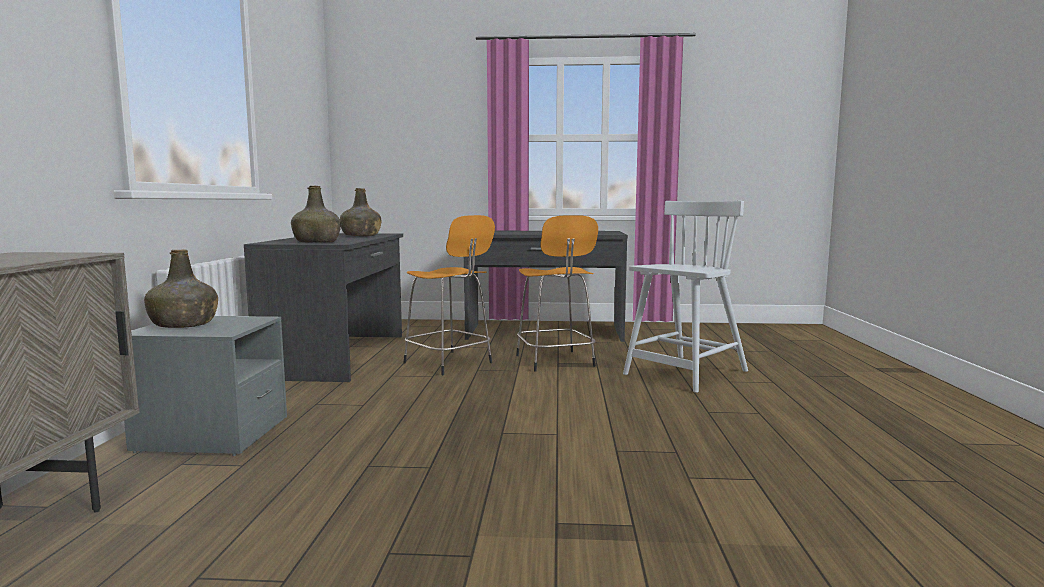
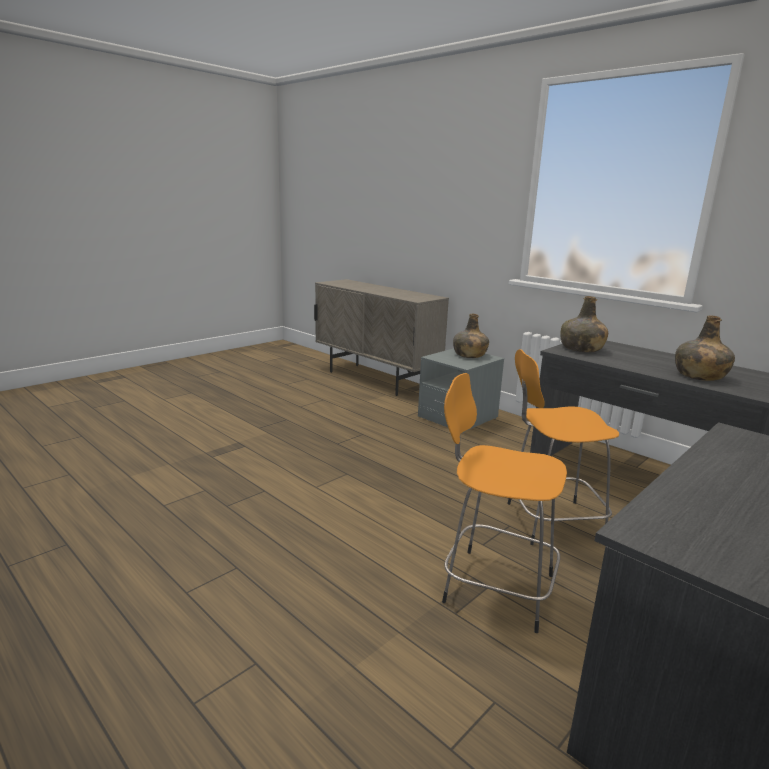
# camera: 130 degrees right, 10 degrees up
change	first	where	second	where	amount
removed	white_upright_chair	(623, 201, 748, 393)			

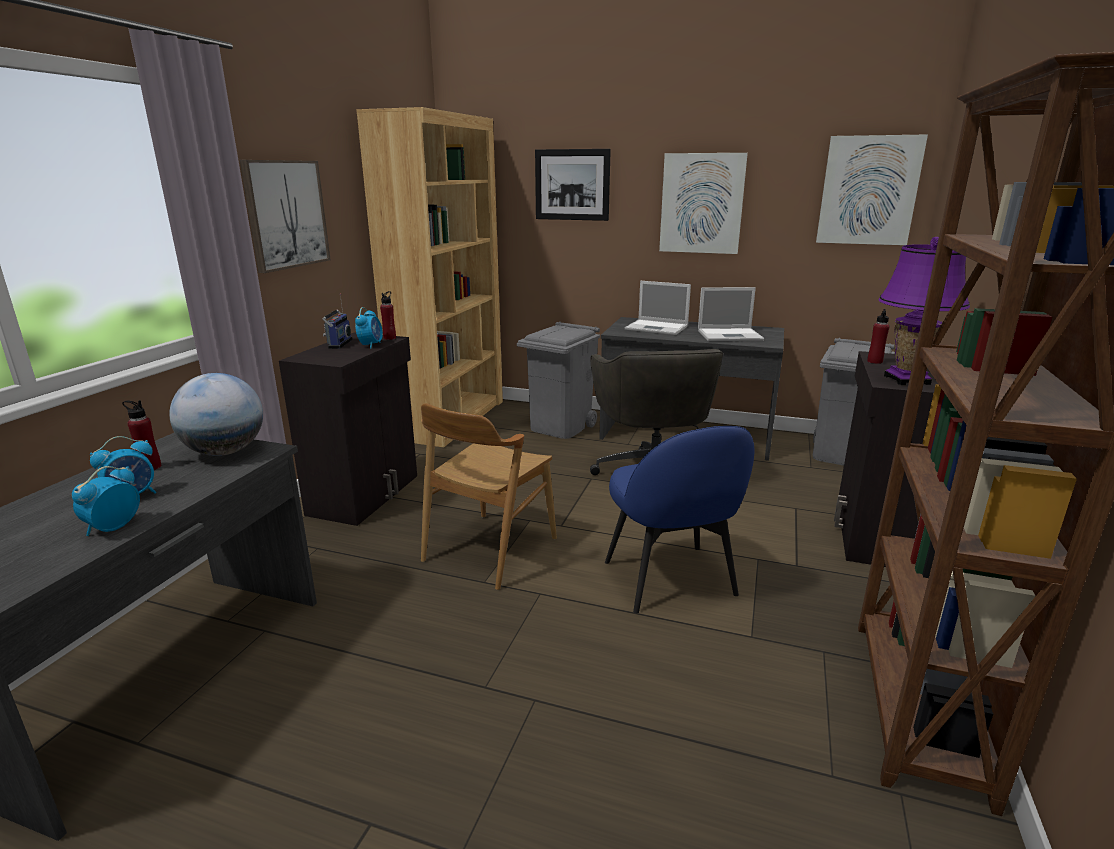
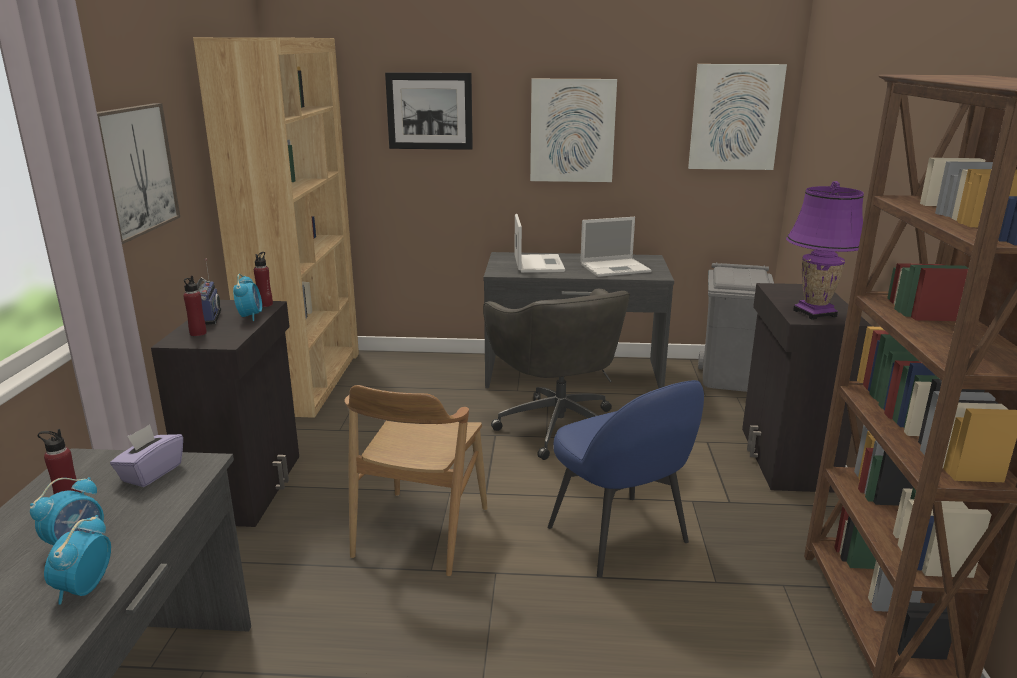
# camera: 15 degrees left, 0 degrees up
change	first	where	second	where	amount
removed	greyish_waste_bin	(517, 322, 600, 439)			
moved	reddish_drink_bottle	(867, 309, 889, 364)		(183, 276, 207, 336)	
replaced	desk_globe	(169, 373, 263, 456)	purplish_box_of_tissues	(110, 425, 183, 487)	
turned	notebook_computer	(625, 281, 691, 335)		(515, 214, 565, 273)	105 degrees counterclockwise

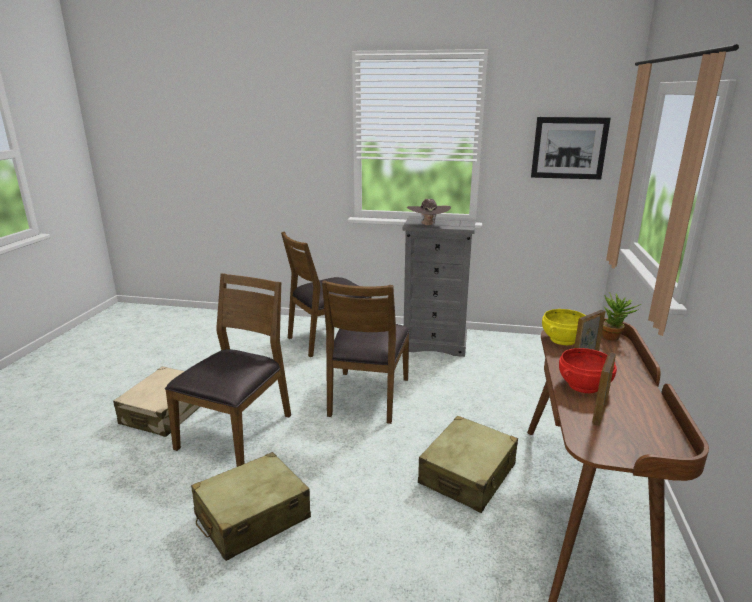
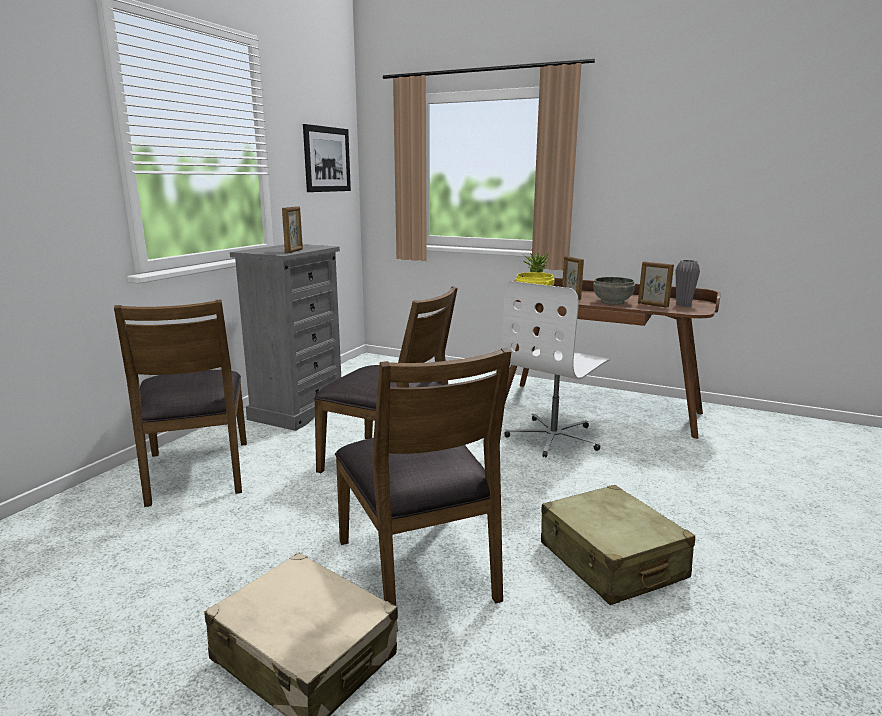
# camera: 75 degrees left, 5 degrees down
change	first	where	second	where	amount
added			greyish_decorative_vase	(676, 260, 700, 307)	
replaced	brownish_hat	(406, 199, 451, 227)	picture_frame	(282, 206, 303, 253)	
replaced	sand-coloured_travel_case	(418, 416, 518, 513)	white_office_chair	(501, 281, 610, 458)	
recoloured	reddish_serving_bowl	(559, 348, 617, 393)	greyish_serving_bowl	(593, 277, 635, 305)	
turned	brownish_upright_chair	(165, 273, 291, 467)		(335, 348, 511, 632)	150 degrees counterclockwise

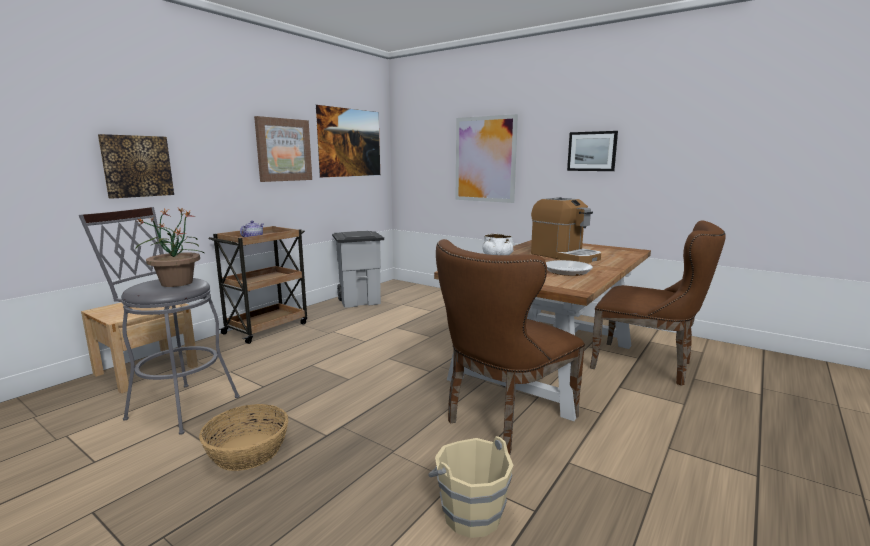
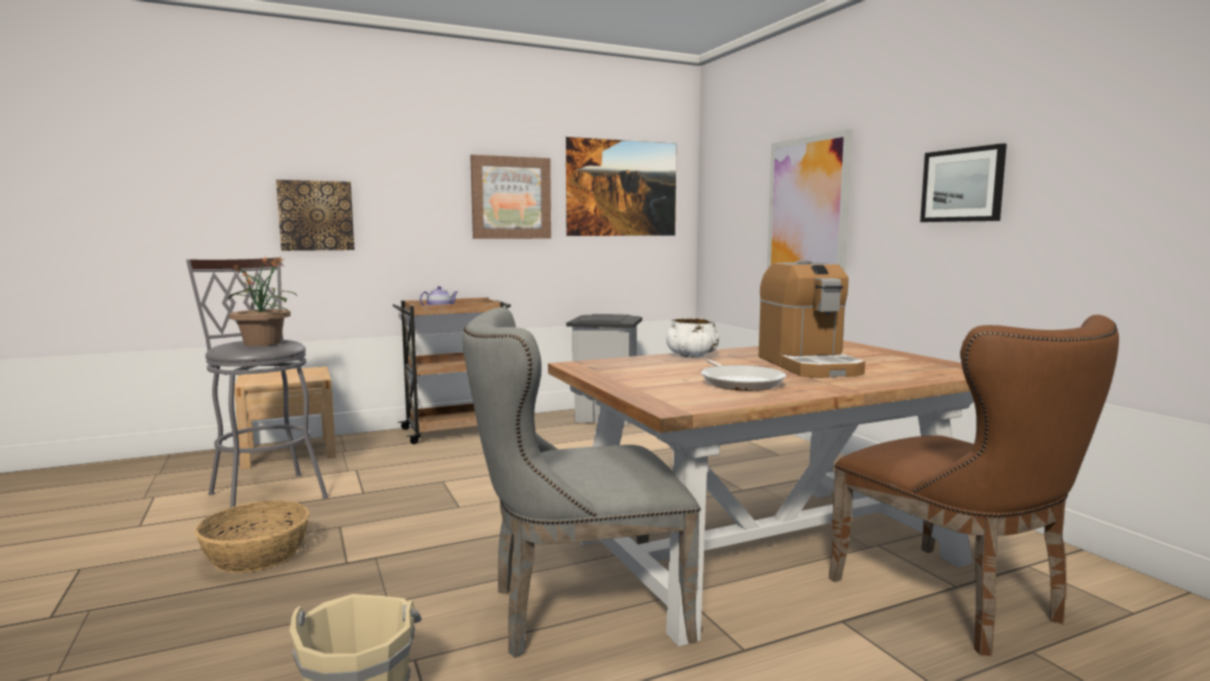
# camera: 30 degrees right, 5 degrees down
change	first	where	second	where	amount
recoloured	brownish_upright_chair	(436, 239, 585, 455)	greyish_upright_chair	(462, 307, 701, 657)	

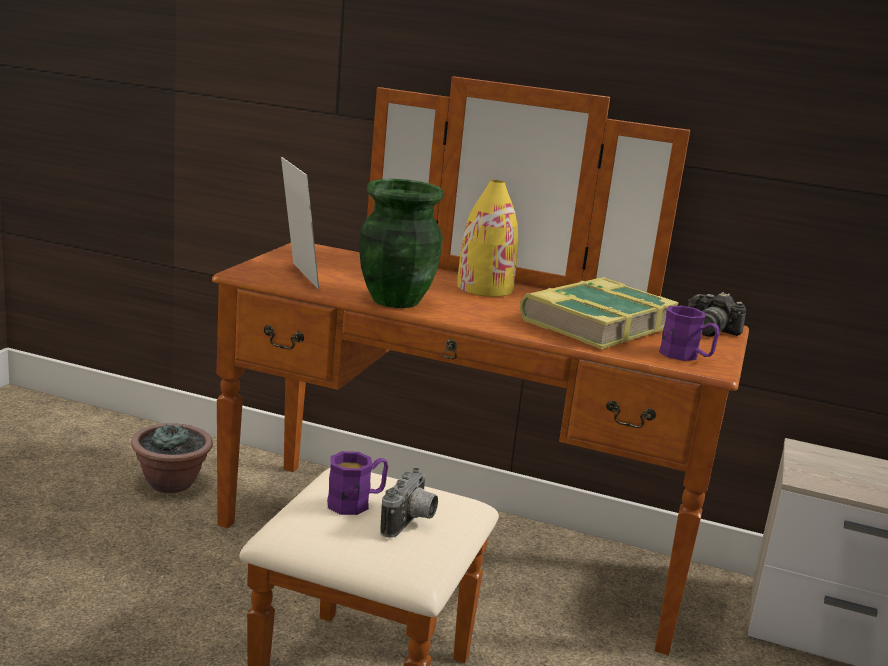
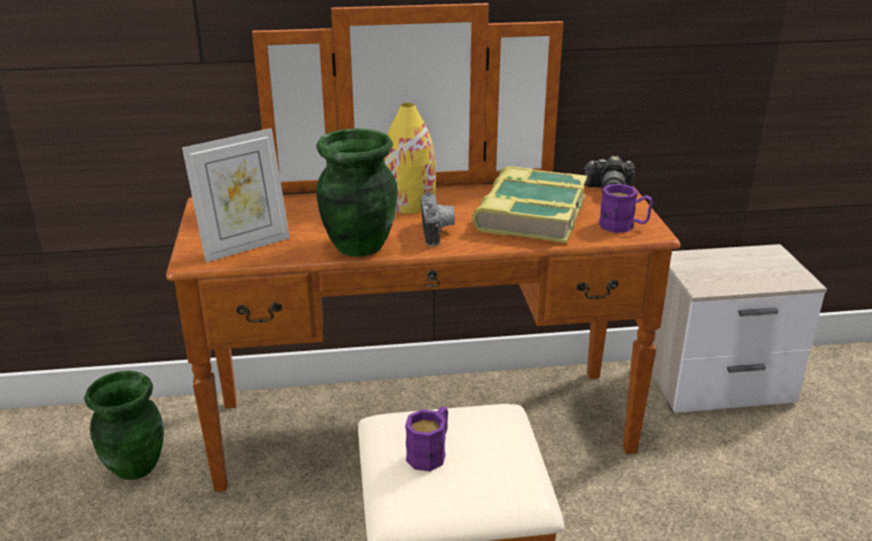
# camera: 25 degrees left, 10 degrees up
change	first	where	second	where	amount
moved	still_camera	(380, 468, 438, 538)		(421, 191, 455, 247)	
replaced	plant_in_a_pot	(131, 423, 213, 493)	green-coloured_decorative_vase	(84, 371, 164, 480)	
turned	picture_frame	(281, 157, 319, 289)		(182, 128, 290, 263)	105 degrees clockwise

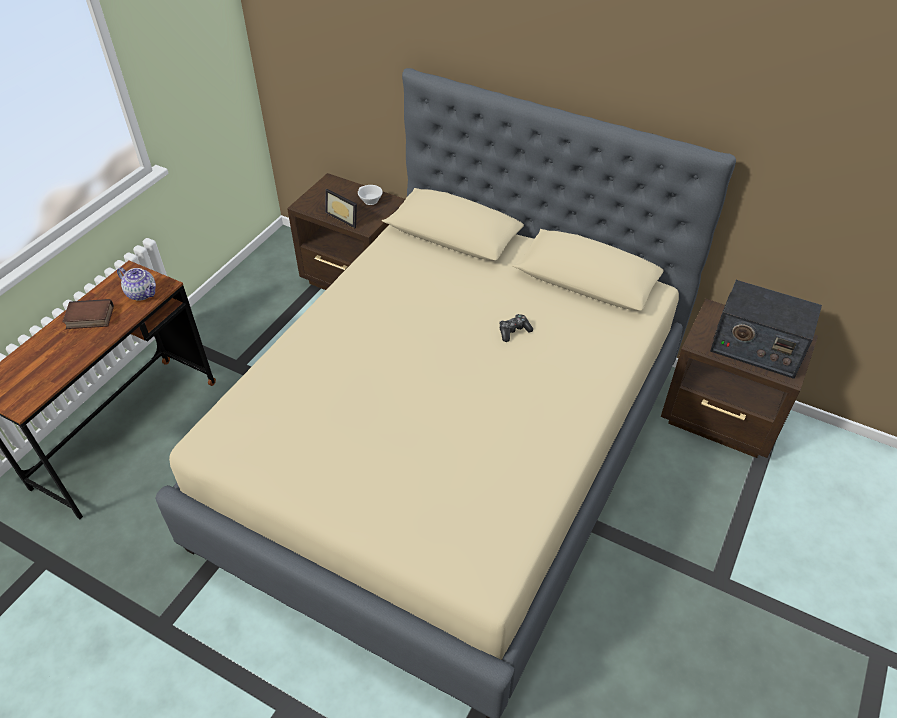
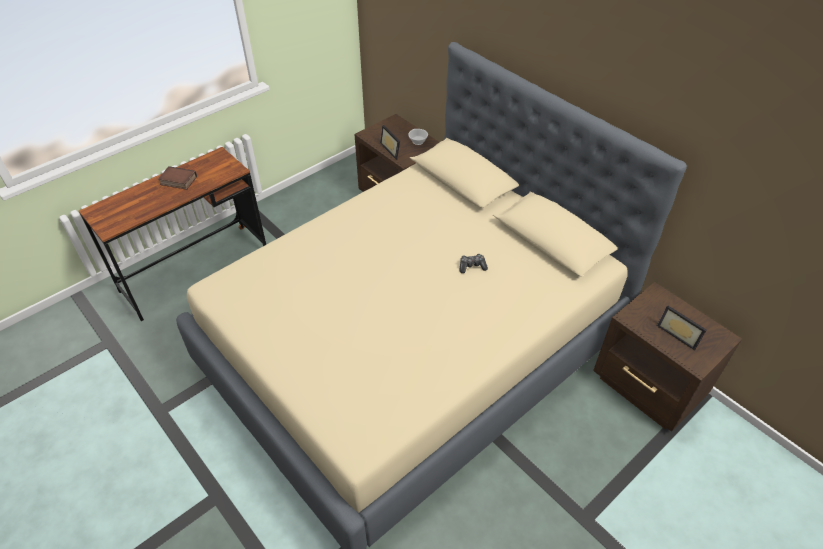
# camera: 20 degrees right, 0 degrees up
change	first	where	second	where	amount
removed	tea_pot	(117, 267, 156, 301)			
replaced	radio_set	(710, 280, 822, 379)	picture_frame	(657, 305, 707, 350)	

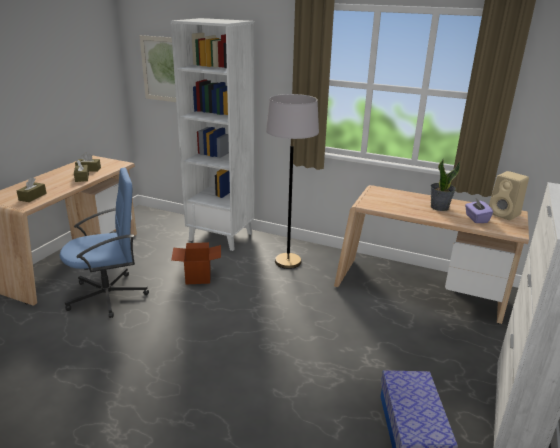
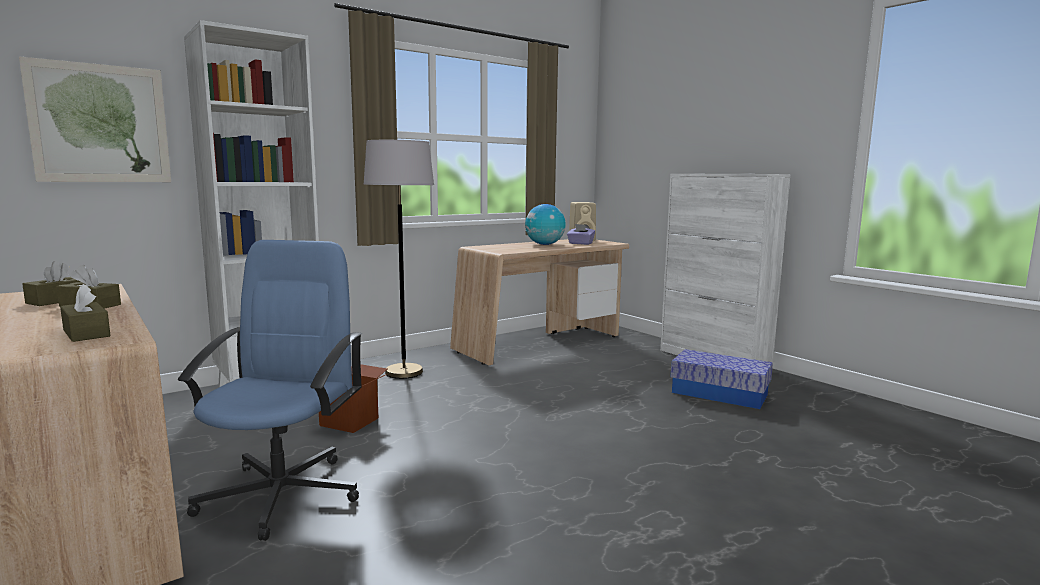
# camera: 60 degrees left, 15 degrees down
change	first	where	second	where	amount
replaced	plant_in_a_pot	(431, 160, 460, 211)	desk_globe	(525, 204, 566, 245)	

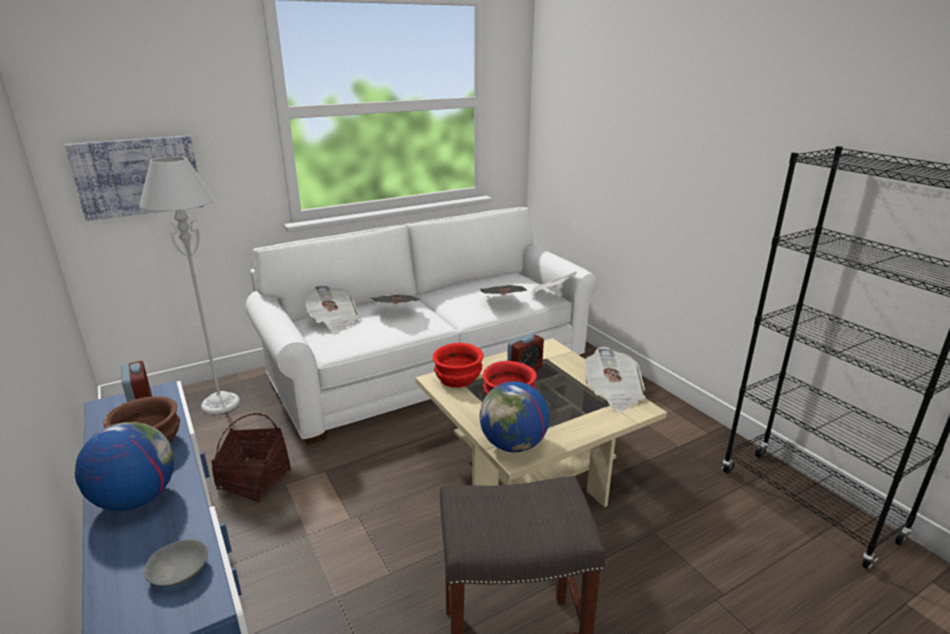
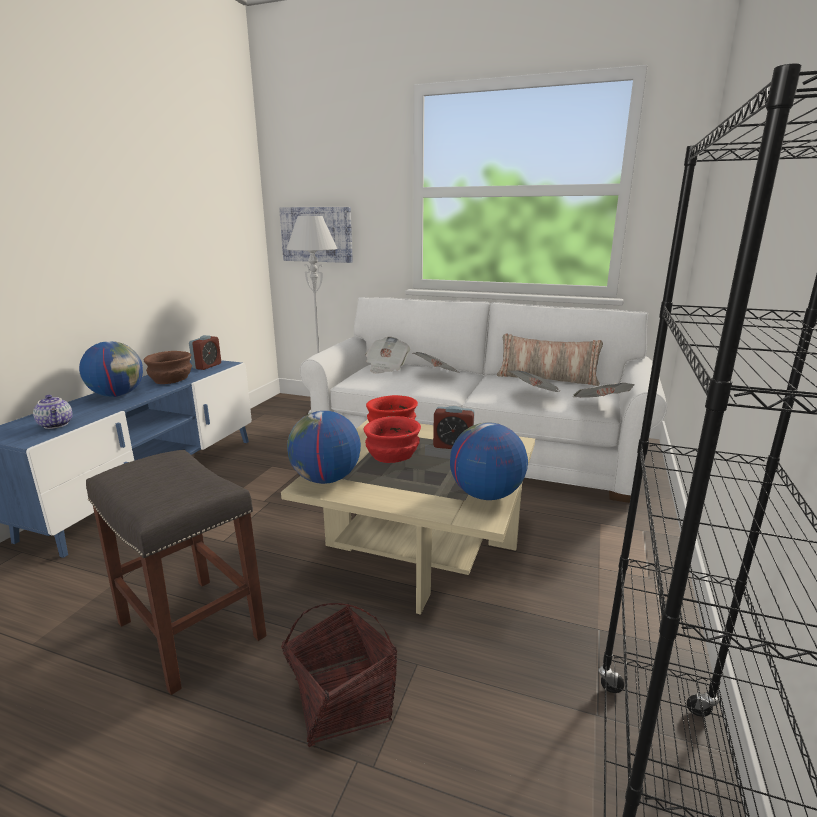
# camera: 50 degrees right, 5 degrees down
change	first	where	second	where	amount
added			cushion	(497, 334, 603, 386)	
moved	basket	(211, 413, 291, 503)		(281, 603, 397, 747)	
replaced	greyish_serving_bowl	(144, 540, 208, 587)	tea_pot	(33, 395, 73, 429)	
replaced	printed_paper	(585, 347, 646, 412)	desk_globe	(450, 422, 528, 500)	

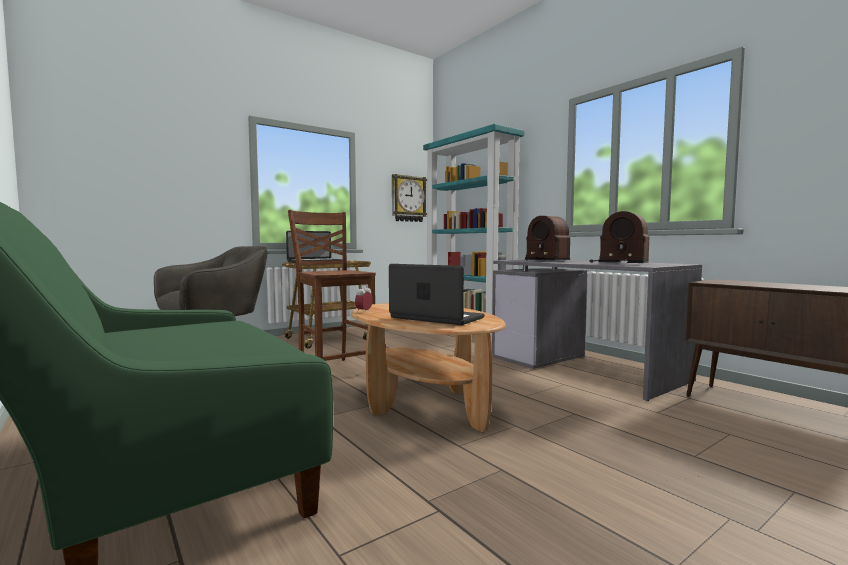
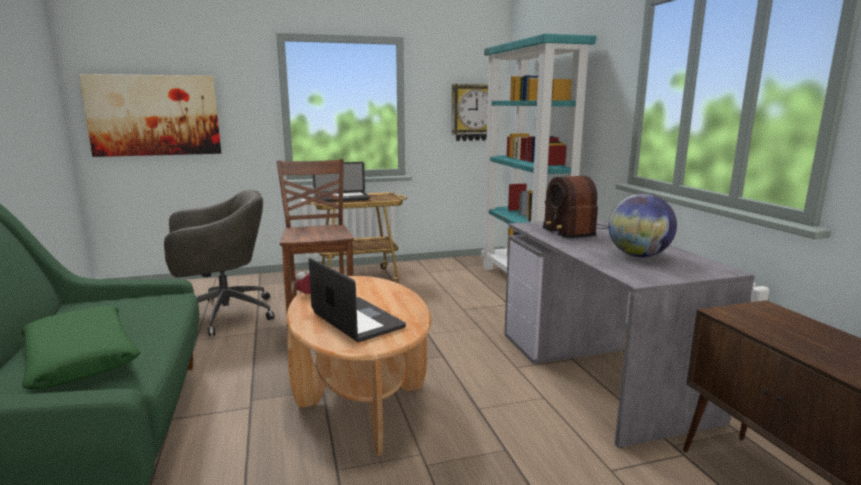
# camera: 20 degrees right, 10 degrees up
change	first	where	second	where	amount
added			green-coloured_cushion	(21, 306, 140, 389)	
added			wall_picture	(79, 74, 221, 157)	
replaced	radio_set	(589, 211, 649, 263)	desk_globe	(608, 194, 677, 257)	

